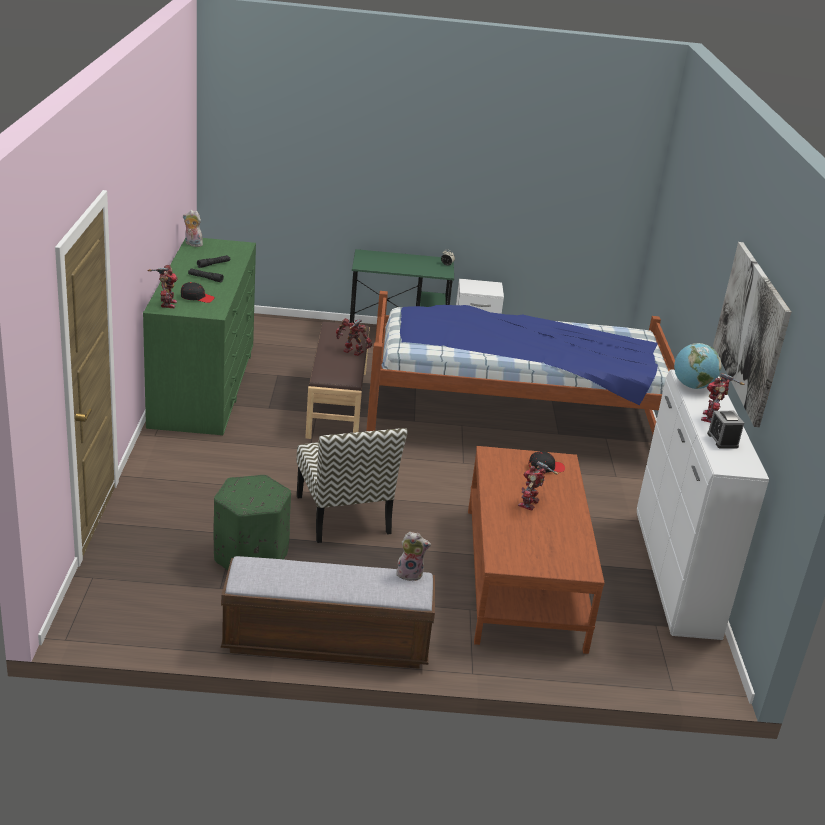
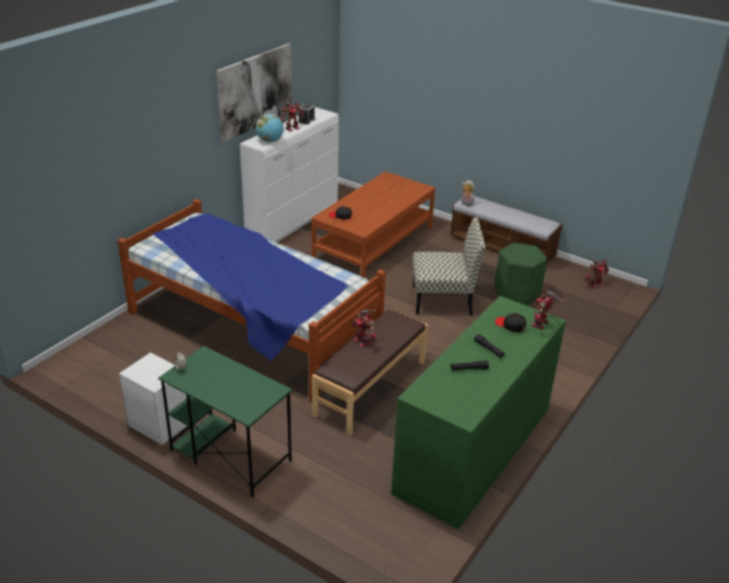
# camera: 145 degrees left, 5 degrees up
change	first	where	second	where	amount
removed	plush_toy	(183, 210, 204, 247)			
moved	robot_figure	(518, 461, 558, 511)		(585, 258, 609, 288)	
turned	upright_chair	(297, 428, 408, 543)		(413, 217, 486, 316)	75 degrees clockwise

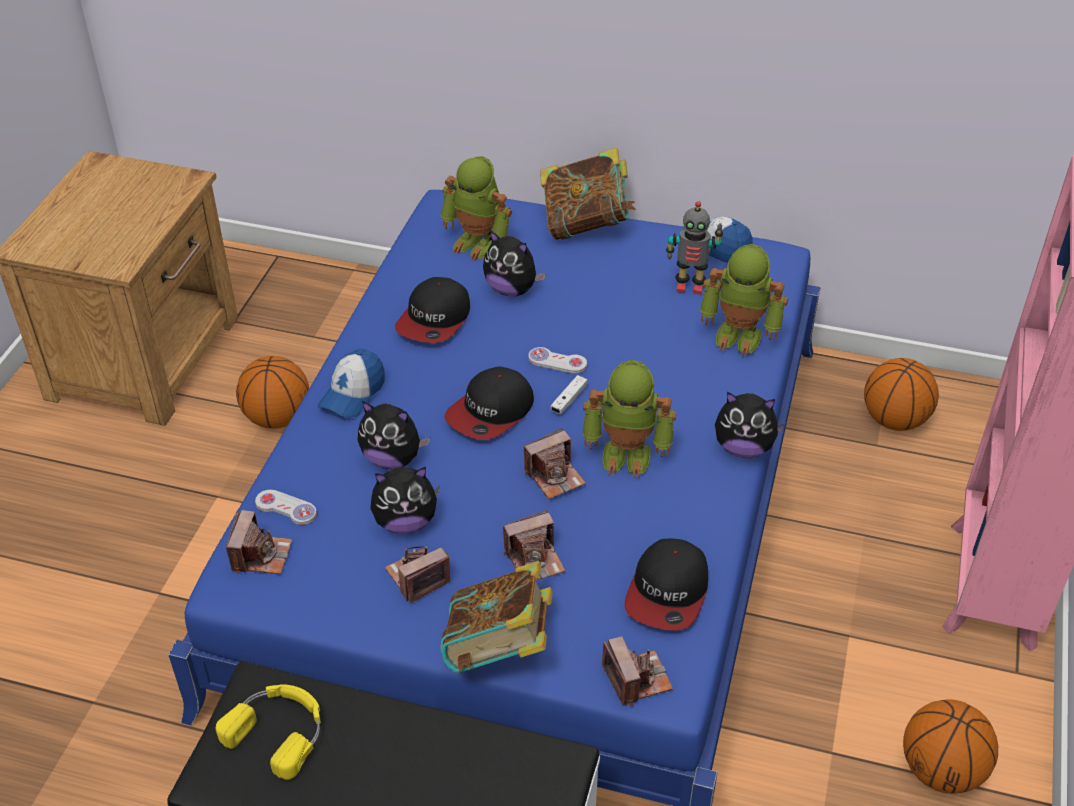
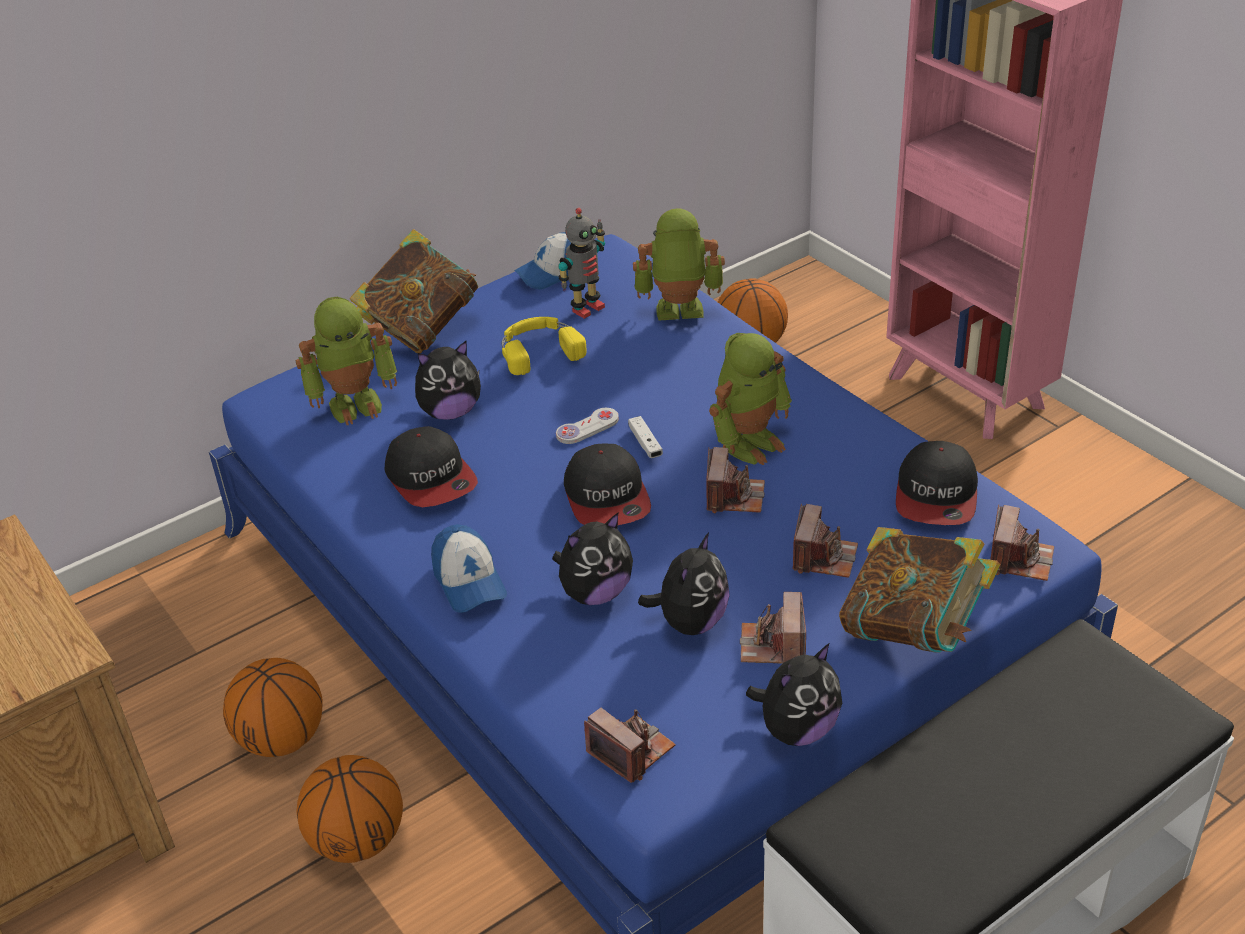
# camera: 50 degrees left, 5 degrees down
change	first	where	second	where	amount
removed	white_game_controller	(255, 490, 317, 525)			
moved	yellowish_headset	(216, 684, 321, 780)		(502, 317, 587, 375)	
moved	plush_toy	(715, 392, 785, 458)		(746, 643, 842, 746)	
moved	basketball	(903, 699, 998, 794)		(296, 755, 403, 863)	
turned	still_camera	(602, 636, 673, 706)		(990, 505, 1054, 581)	90 degrees clockwise
turned	baseball_cap	(625, 539, 708, 631)		(896, 441, 978, 525)	45 degrees clockwise
turned	robot_figure	(700, 244, 788, 356)		(633, 208, 725, 321)	150 degrees counterclockwise

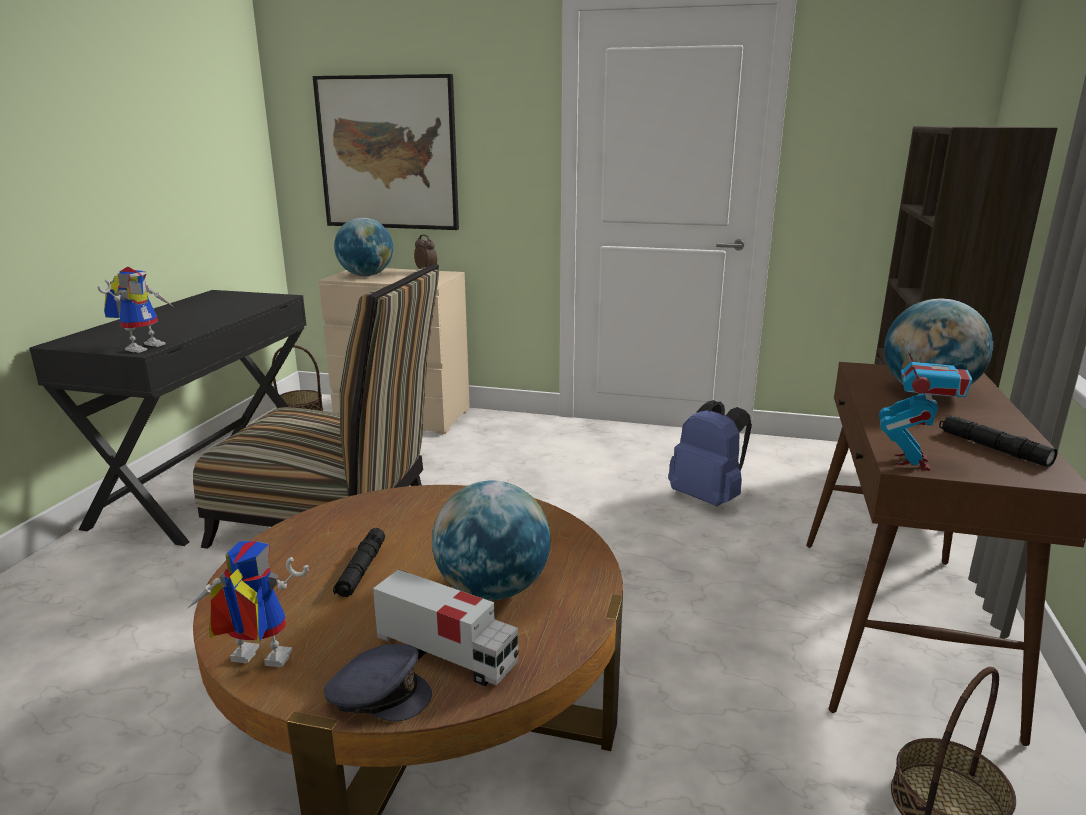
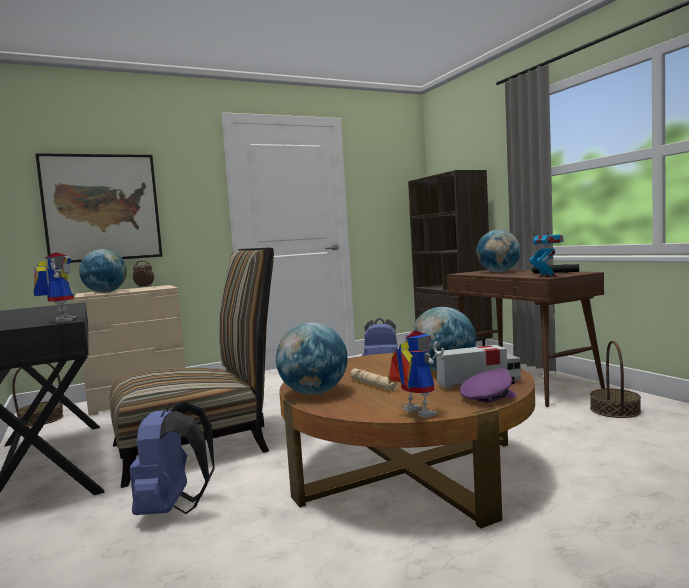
# camera: 40 degrees left, 15 degrees down
change	first	where	second	where	amount
added			bluish_backpack	(130, 402, 215, 515)	
added			desk_globe	(276, 322, 348, 395)	
recoloured	greyish_baseball_cap	(324, 644, 432, 721)	purplish_baseball_cap	(460, 368, 516, 403)	
recoloured	black_torch	(333, 528, 385, 597)	sand-coloured_torch	(350, 369, 399, 391)	
turned	robot_figure	(187, 541, 308, 667)		(388, 331, 444, 418)	90 degrees clockwise

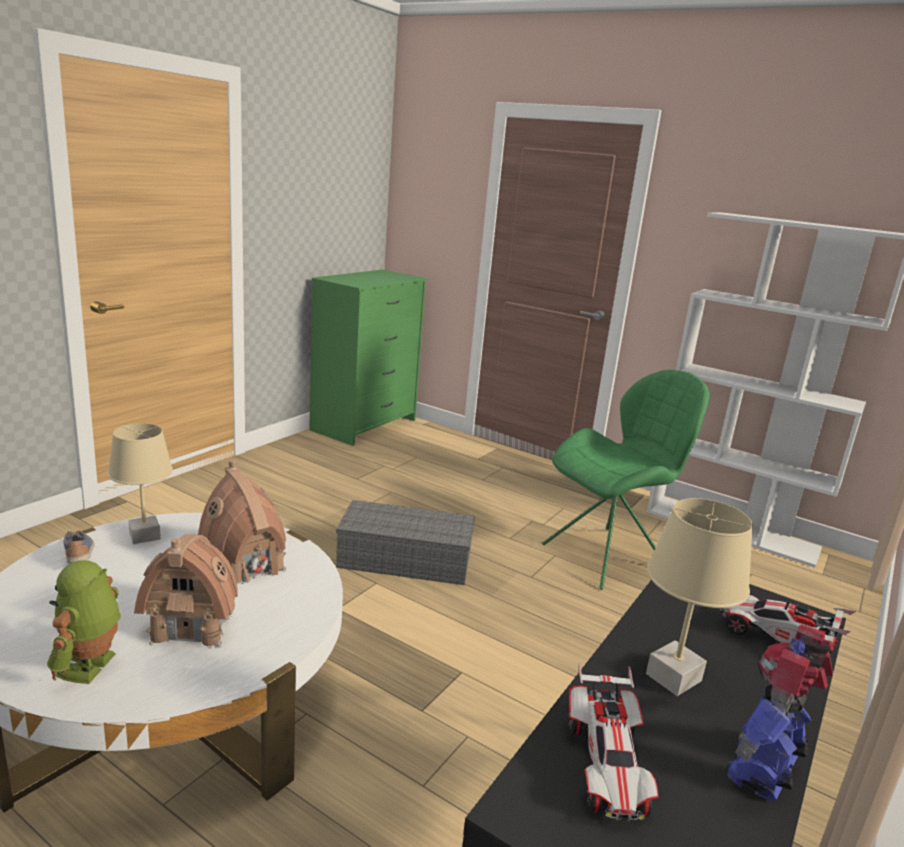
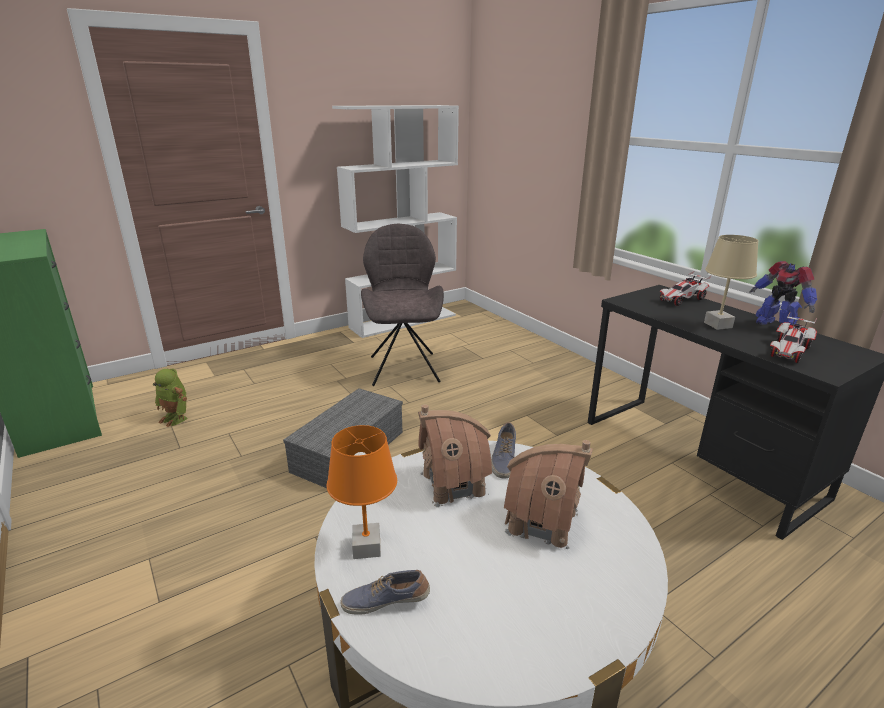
# camera: 65 degrees left, 5 degrees up
change	first	where	second	where	amount
added			shoe	(491, 422, 516, 479)	
moved	robot_figure	(47, 560, 121, 684)		(153, 368, 188, 427)	
recoloured	sand-coloured_lamp_for_a_table	(108, 423, 173, 544)	orangey_lamp_for_a_table	(327, 425, 397, 559)	
recoloured	green-coloured_upright_chair	(542, 370, 710, 590)	greyish_upright_chair	(361, 224, 444, 386)	
turned	toy_car	(568, 662, 659, 821)		(770, 312, 817, 363)	105 degrees clockwise

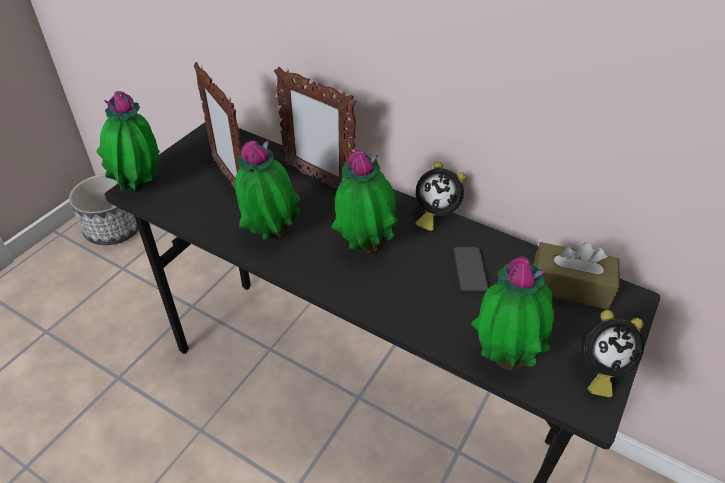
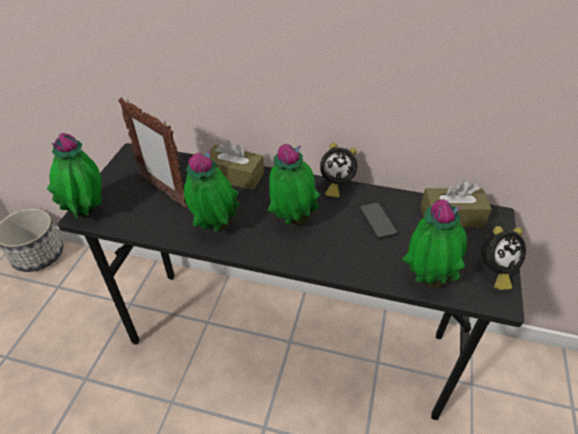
# camera: 15 degrees left, 0 degrees up
change	first	where	second	where	amount
replaced	picture_frame	(274, 67, 356, 189)	brownish_box_of_tissues	(210, 140, 264, 190)	

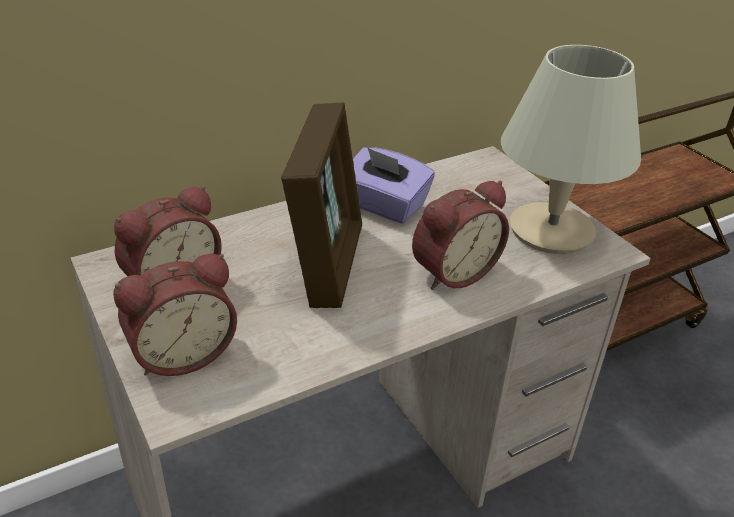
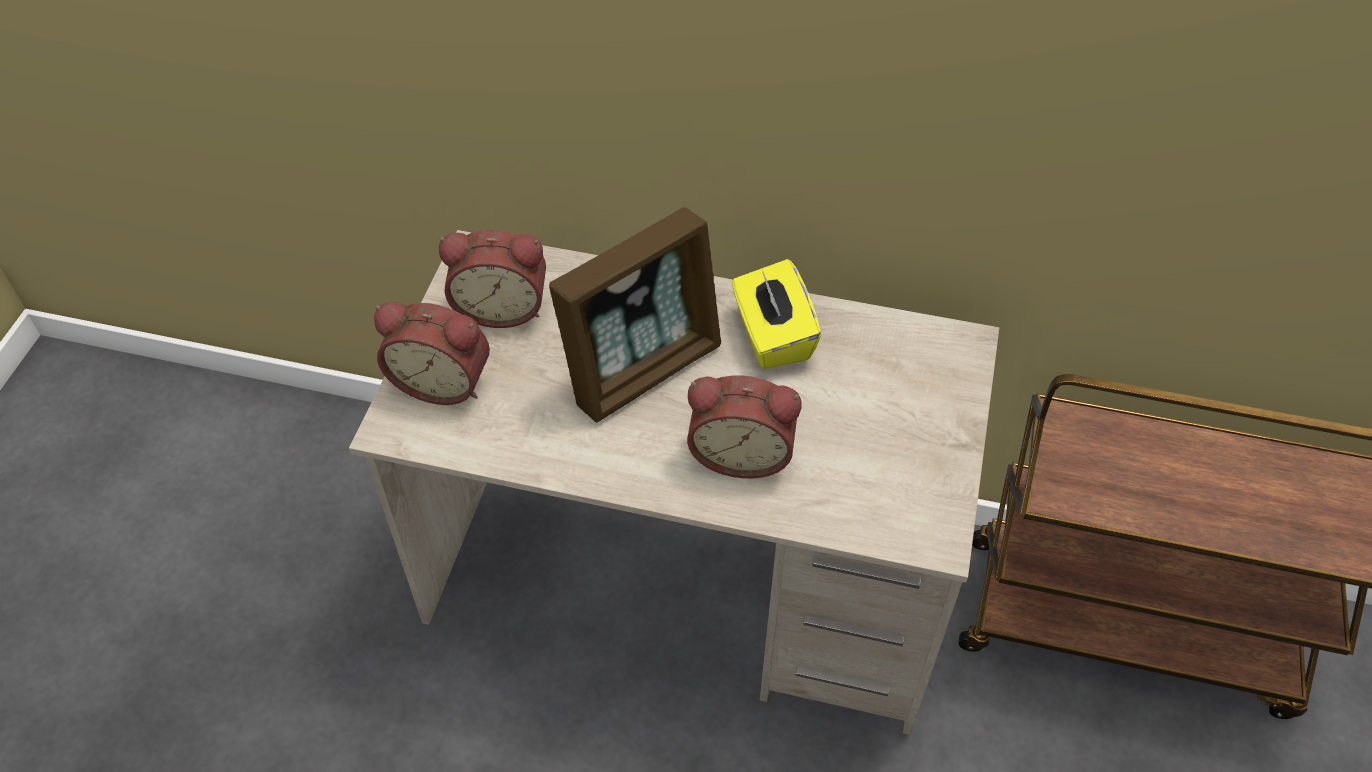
# camera: 45 degrees right, 15 degrees up
change	first	where	second	where	amount
removed	sand-coloured_lamp_for_a_table	(501, 45, 641, 254)			
recoloured	purplish_box_of_tissues	(353, 147, 435, 224)	yellowish_box_of_tissues	(732, 259, 821, 369)	

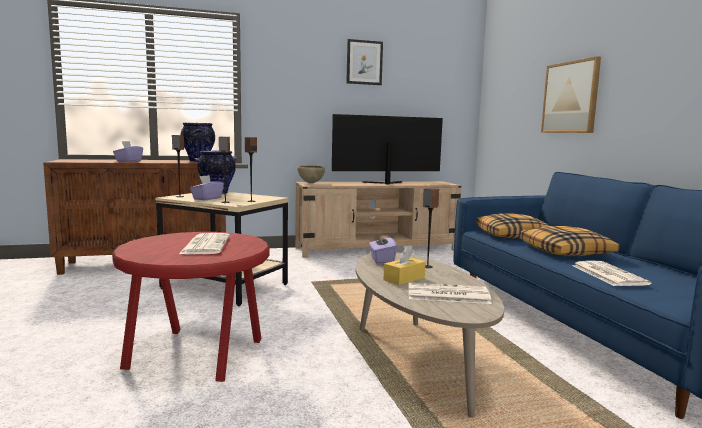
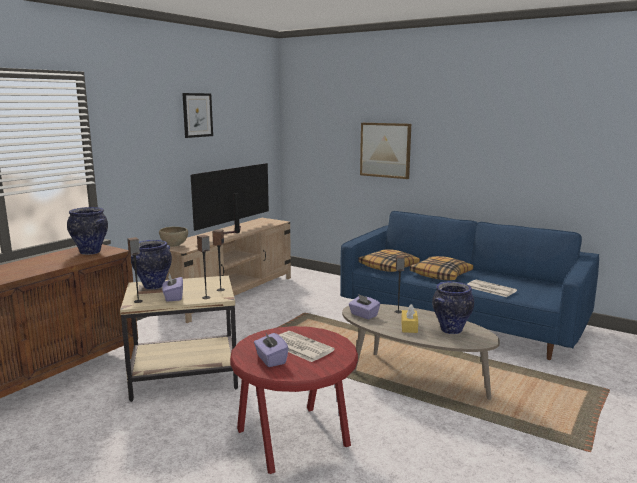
# camera: 40 degrees left, 5 degrees up
change	first	where	second	where	amount
moved	purplish_box_of_tissues	(113, 141, 143, 162)		(254, 332, 289, 367)	
replaced	printed_paper	(409, 282, 492, 304)	decorative_vase	(432, 281, 474, 334)	

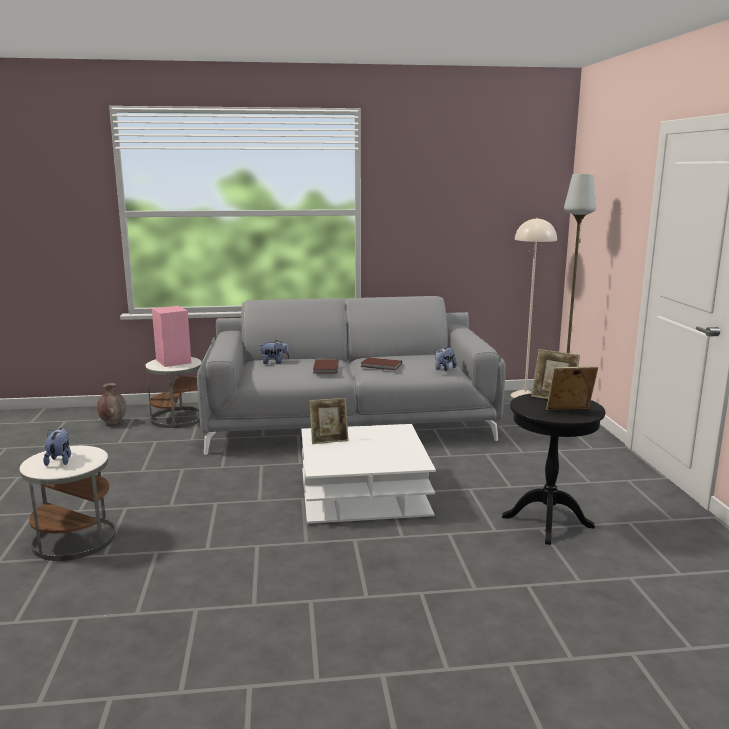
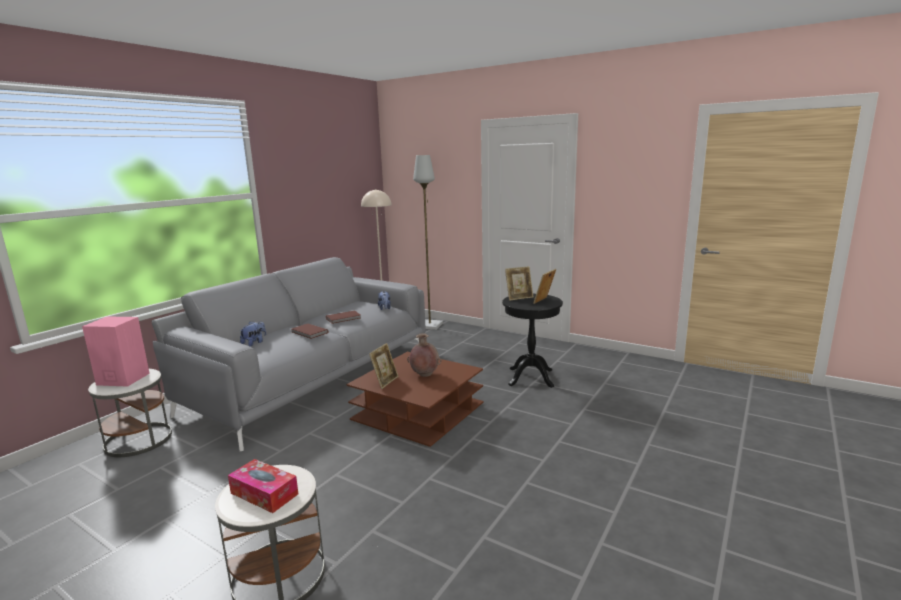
# camera: 50 degrees left, 0 degrees up
change	first	where	second	where	amount
moved	brownish_decorative_vase	(97, 383, 126, 425)		(407, 333, 442, 377)	
replaced	plush_toy	(43, 428, 71, 466)	box_of_tissues	(228, 459, 298, 513)	
recoloured	white_lounge_table	(301, 424, 436, 524)	brownish_lounge_table	(347, 352, 483, 447)	

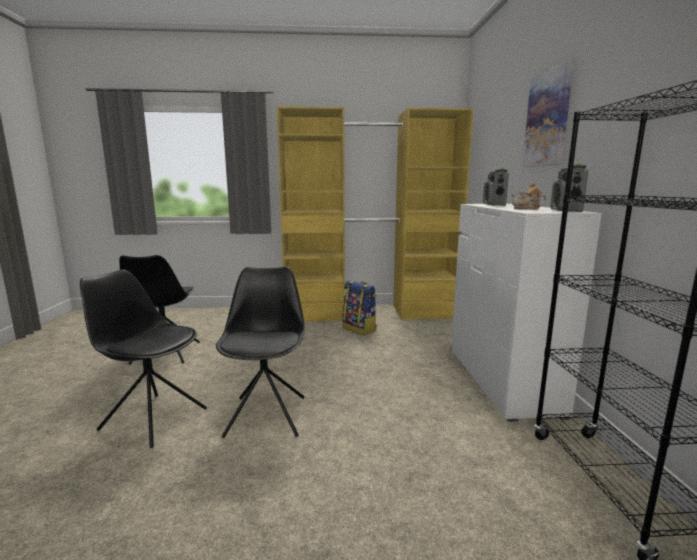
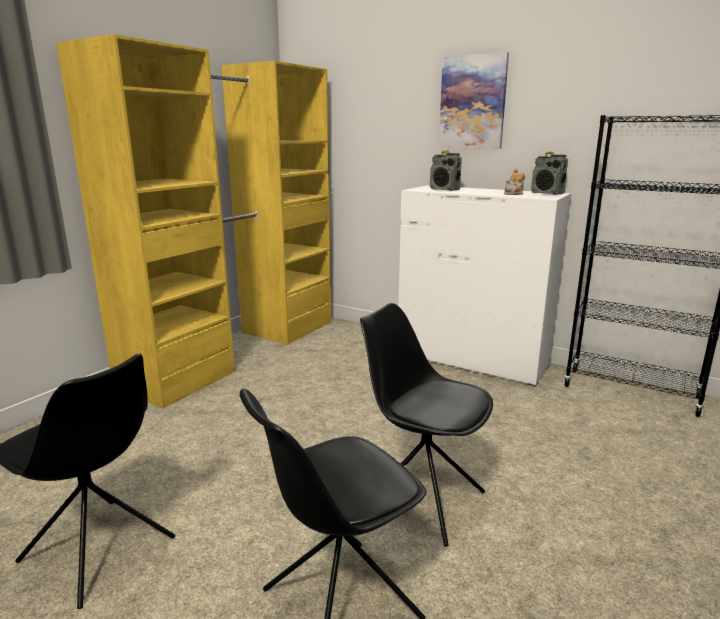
# camera: 55 degrees left, 5 degrees up
change	first	where	second	where	amount
removed	backpack	(342, 281, 377, 335)			

